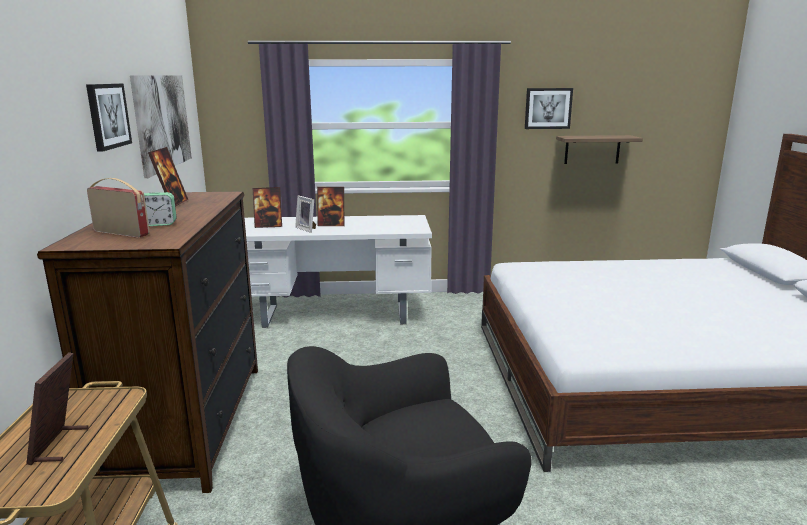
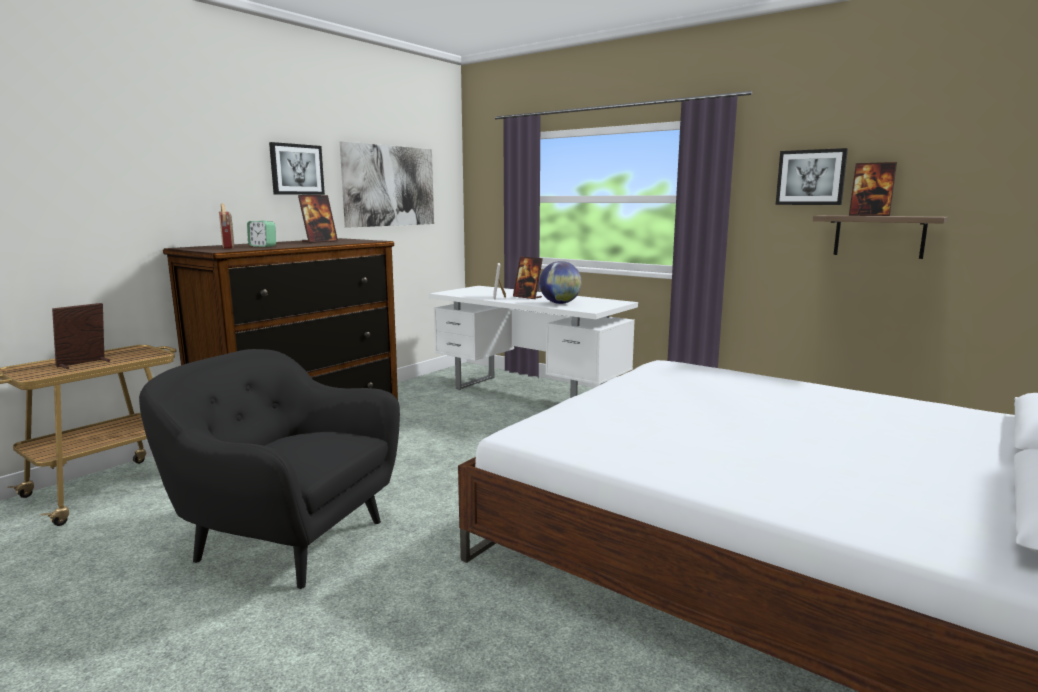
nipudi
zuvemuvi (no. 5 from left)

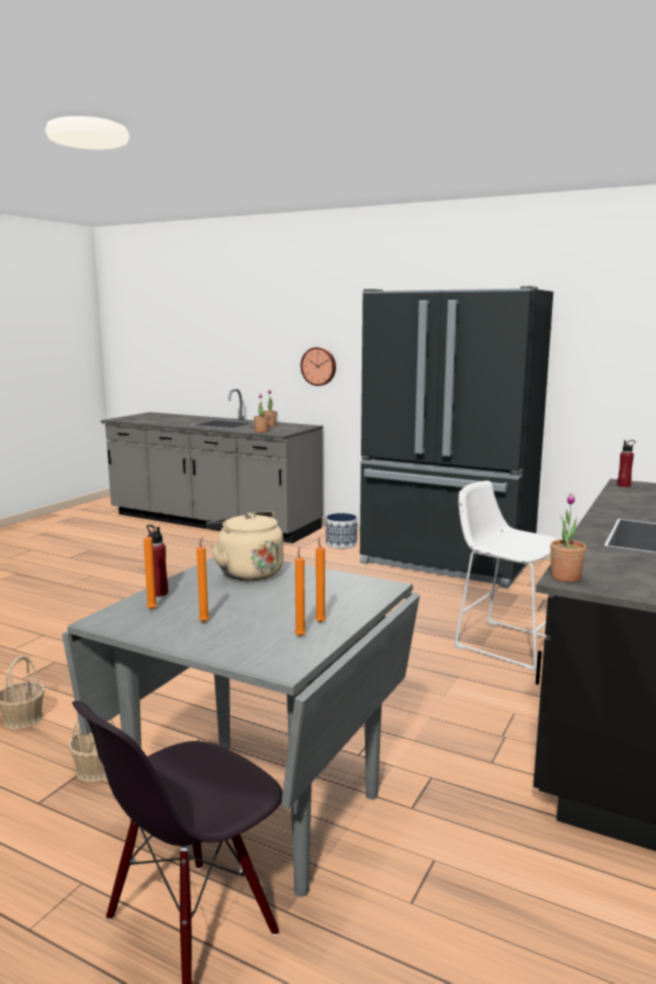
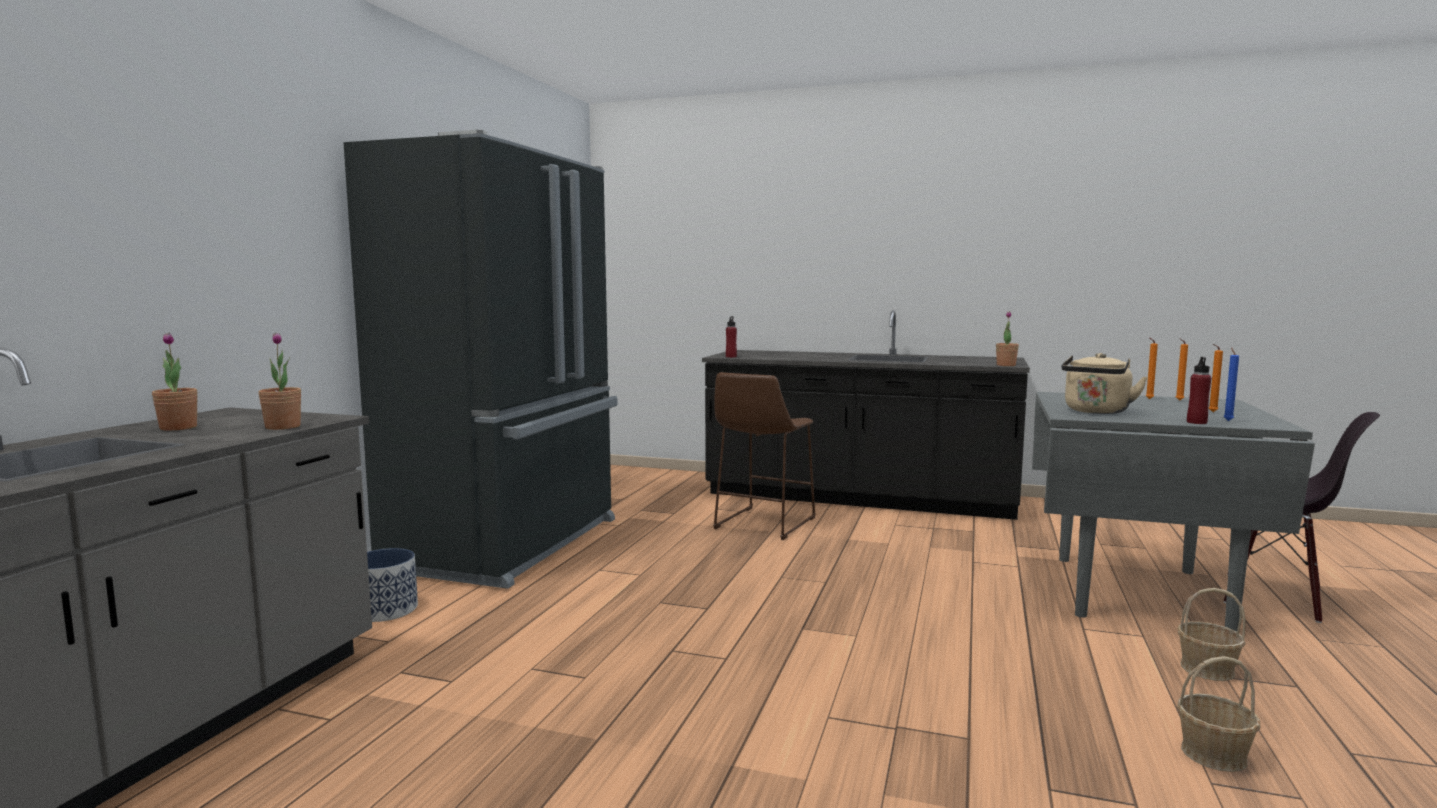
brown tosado
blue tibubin
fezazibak

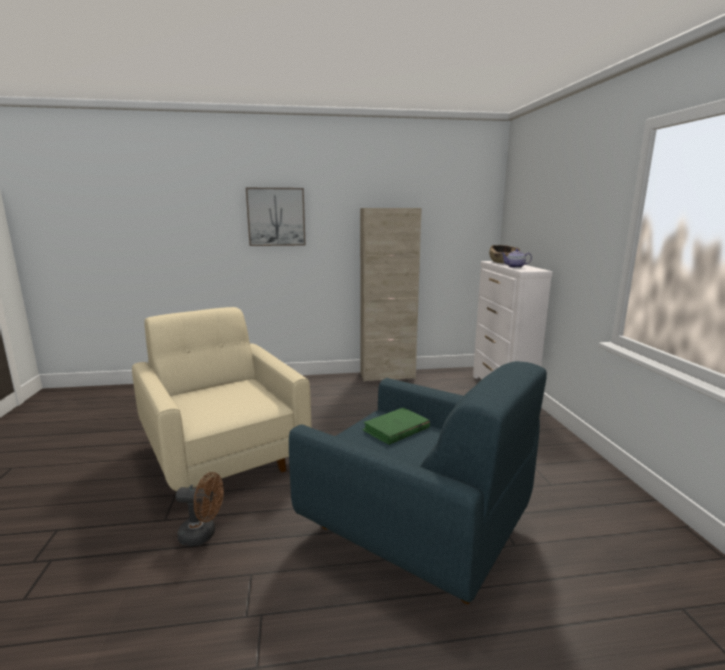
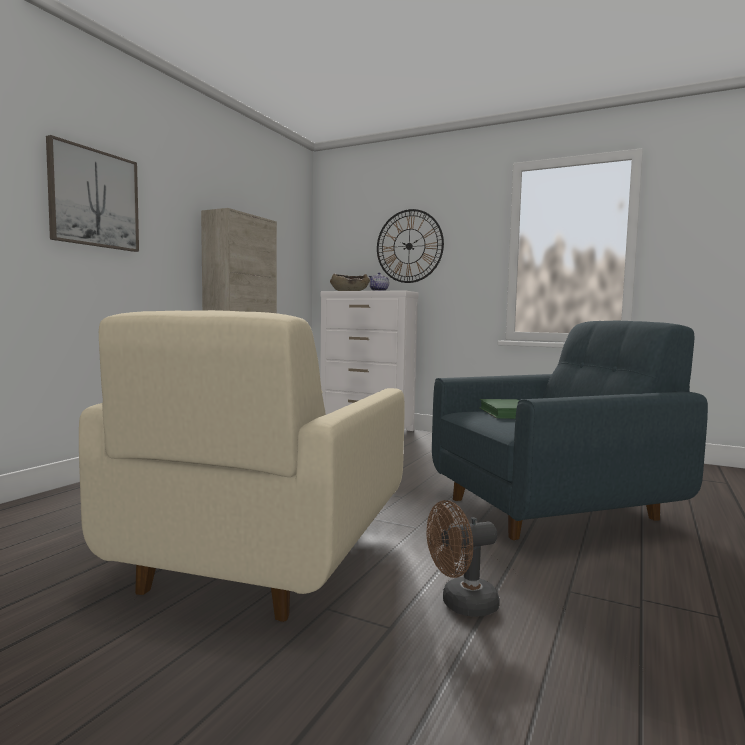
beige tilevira
fezazibak
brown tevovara

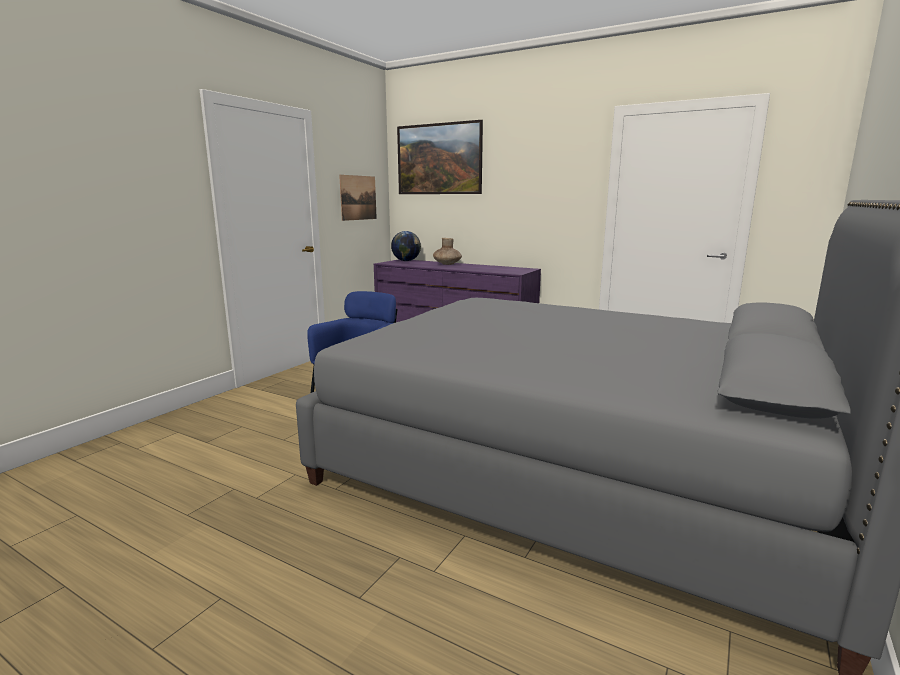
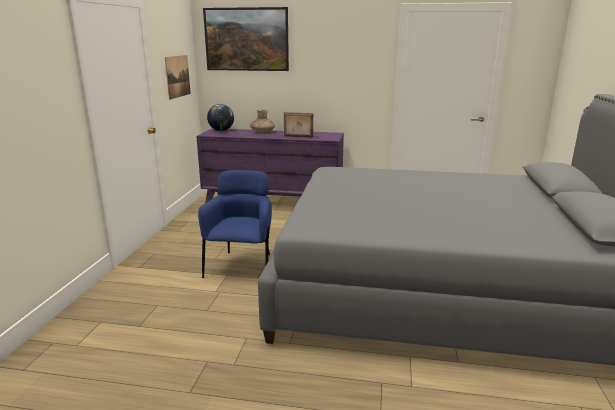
zuvemuvi

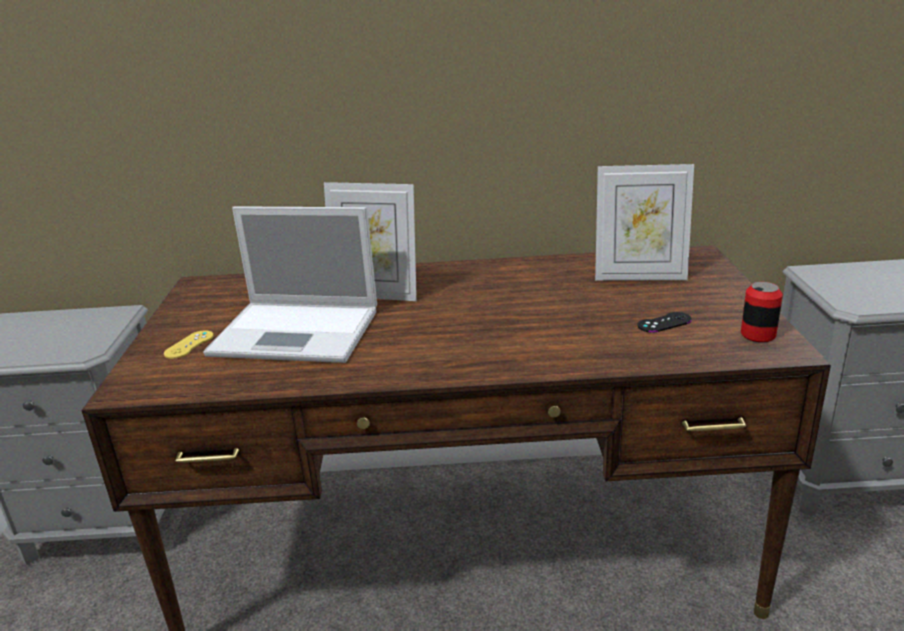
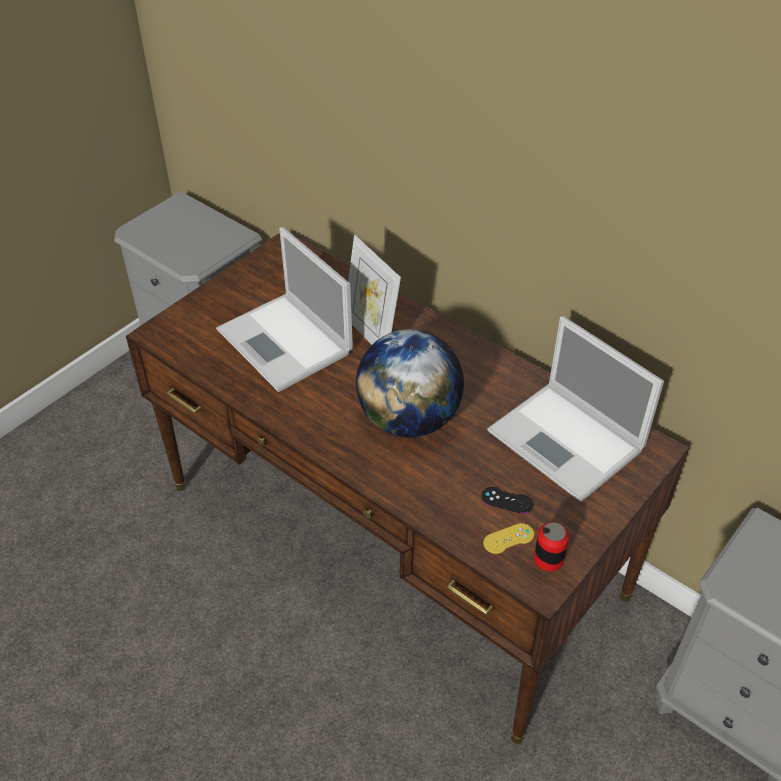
nipudi
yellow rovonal
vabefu (no. 2 from left)

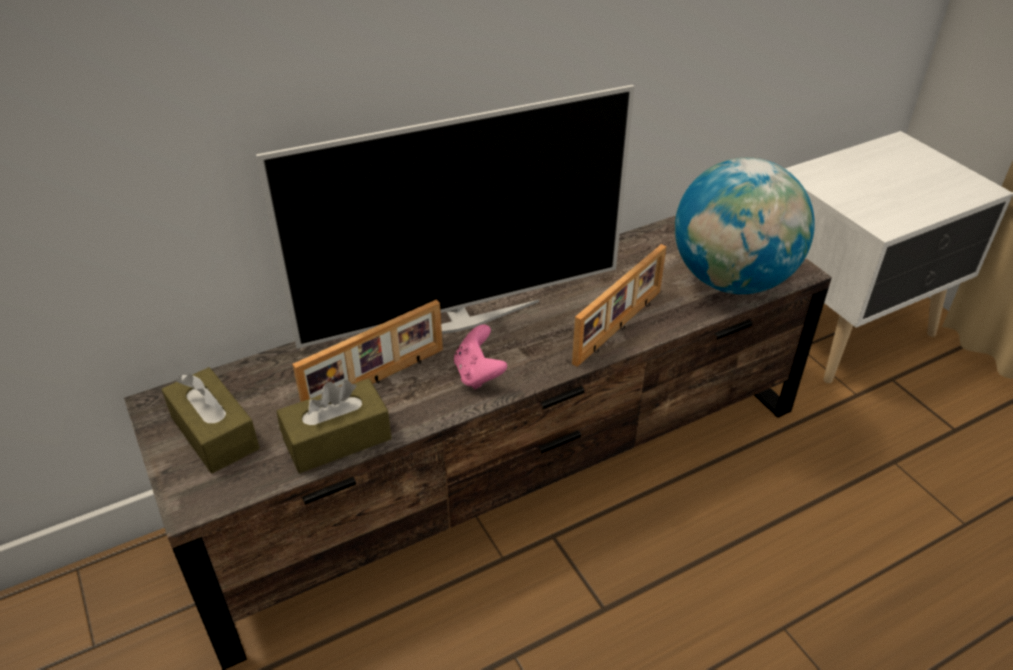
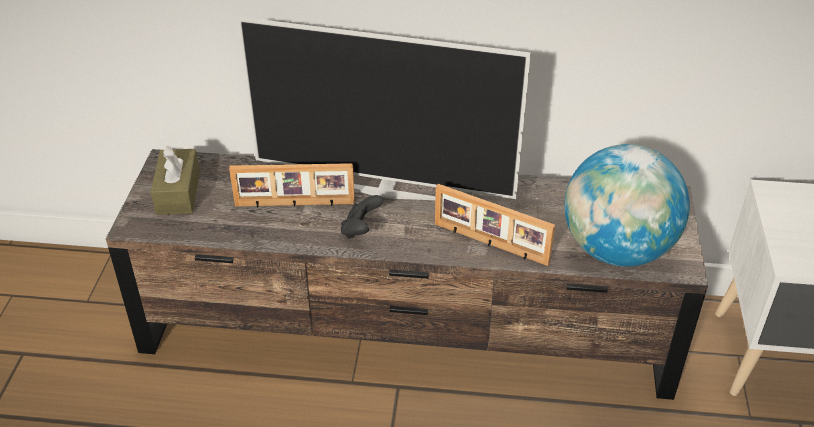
black rovonal
zuvemuvi (no. 2 from left)
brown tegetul (no. 2 from left in the first image)

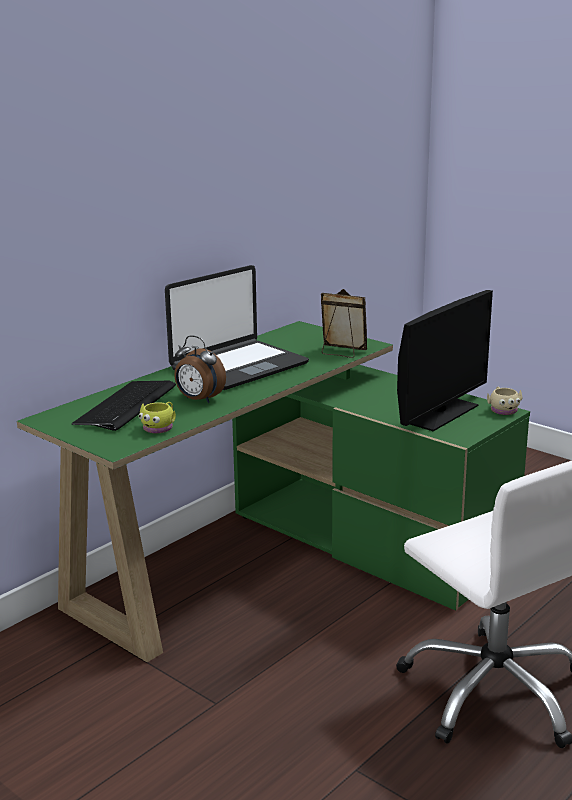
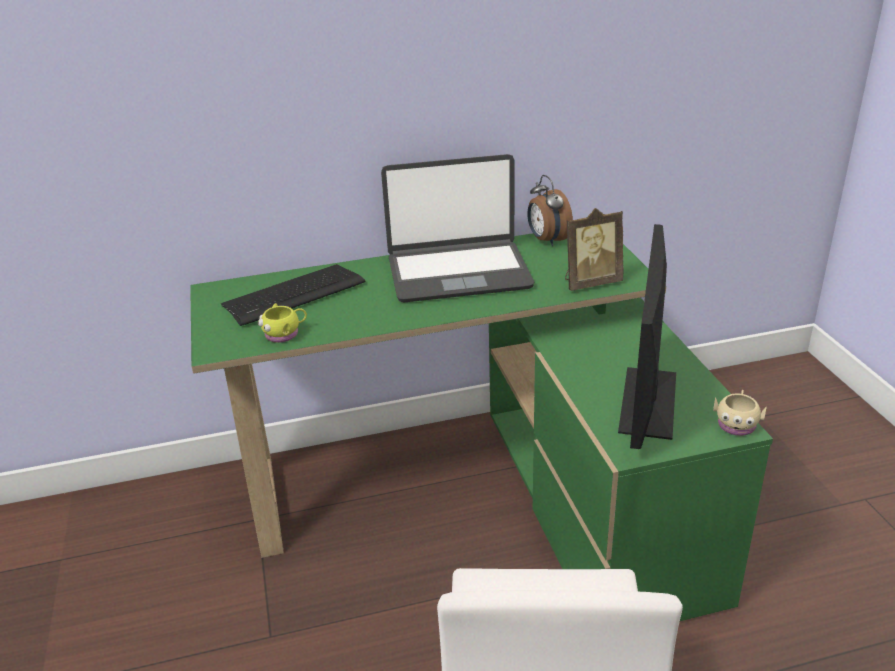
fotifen
zuvemuvi
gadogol

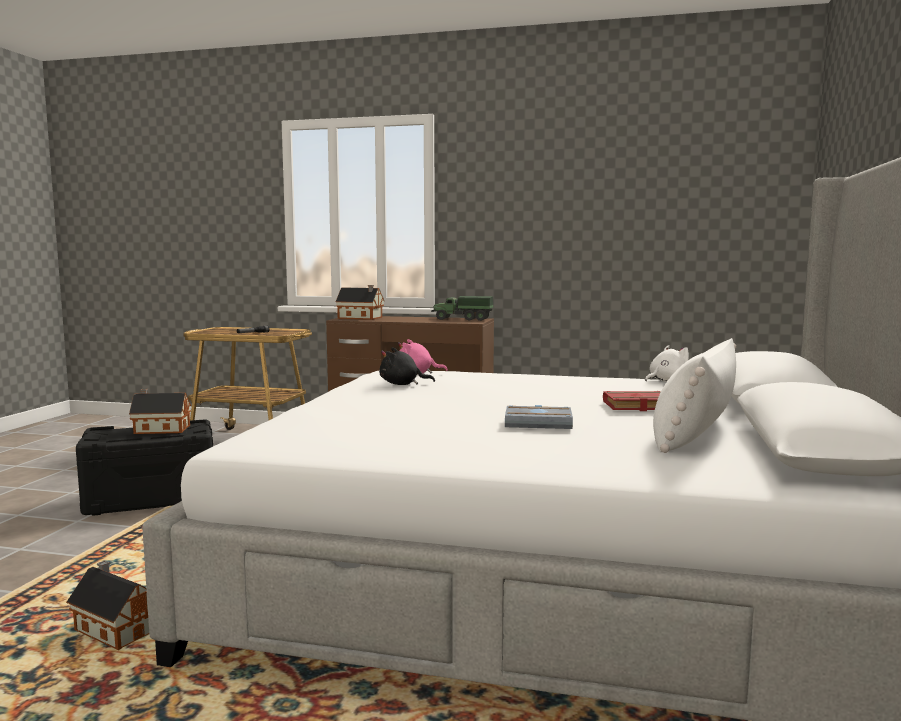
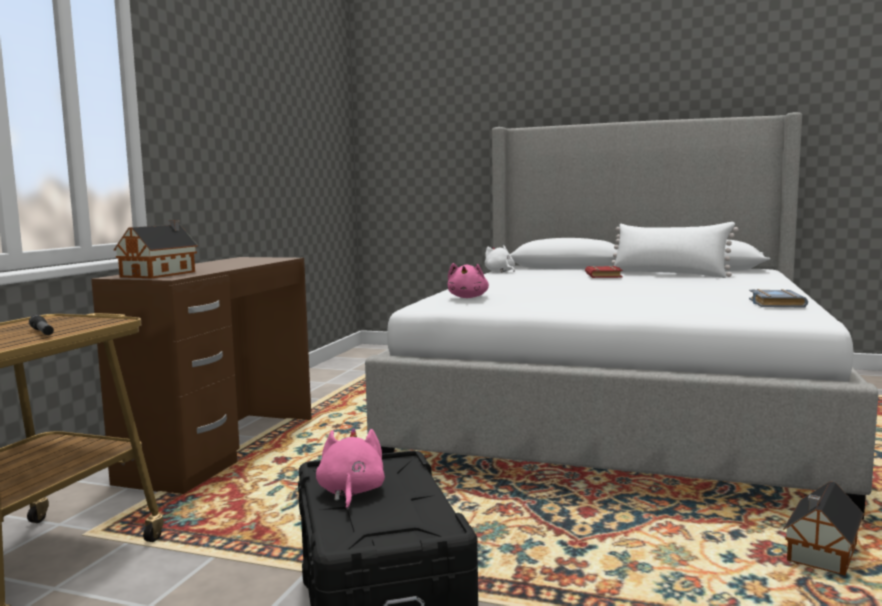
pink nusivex (no. 1 from left)
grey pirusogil
black nusivex
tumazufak

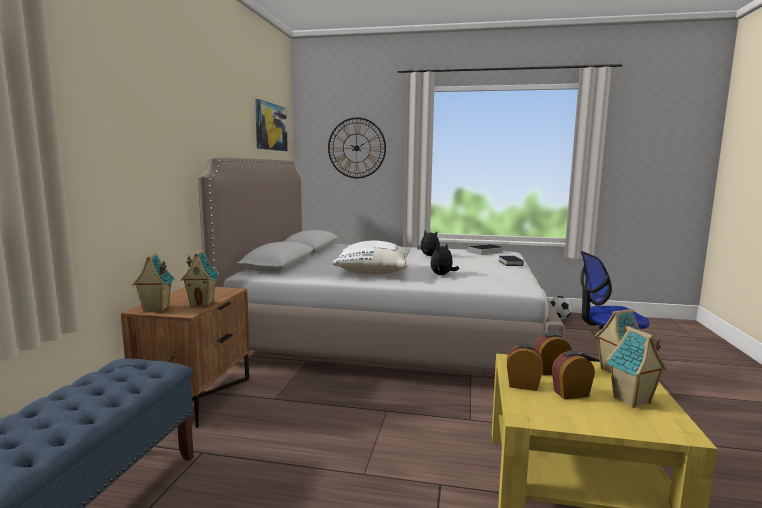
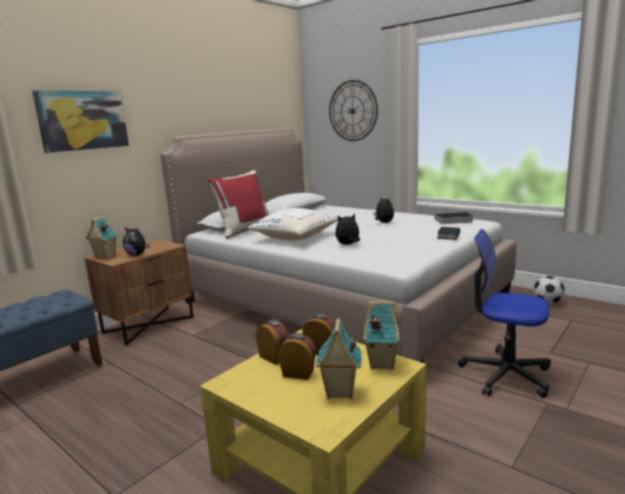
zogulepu
nusivex (no. 1 from left)
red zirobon

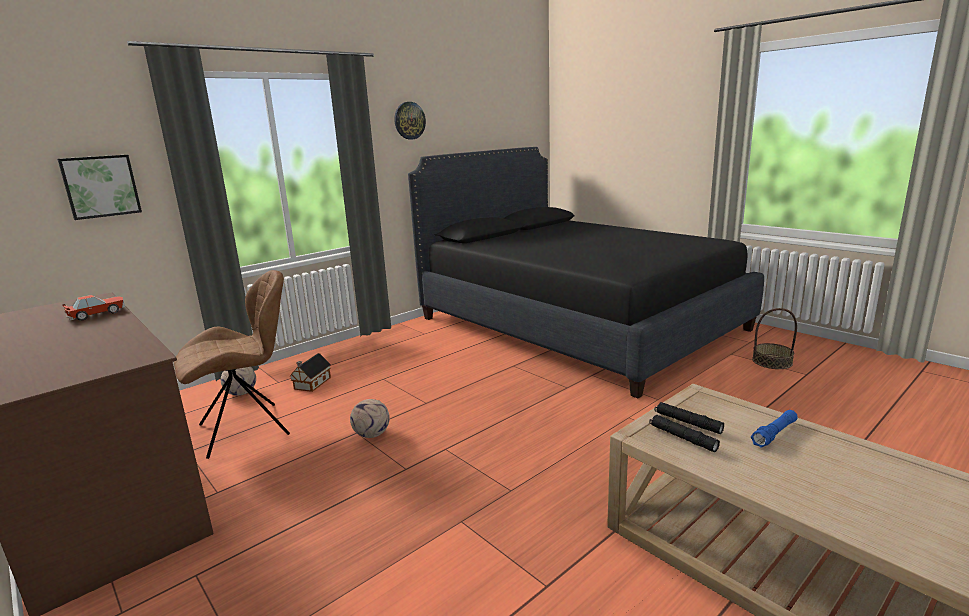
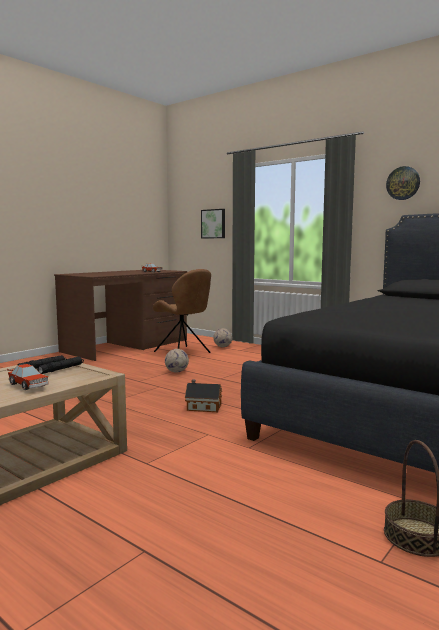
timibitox (no. 1 from left)
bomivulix

